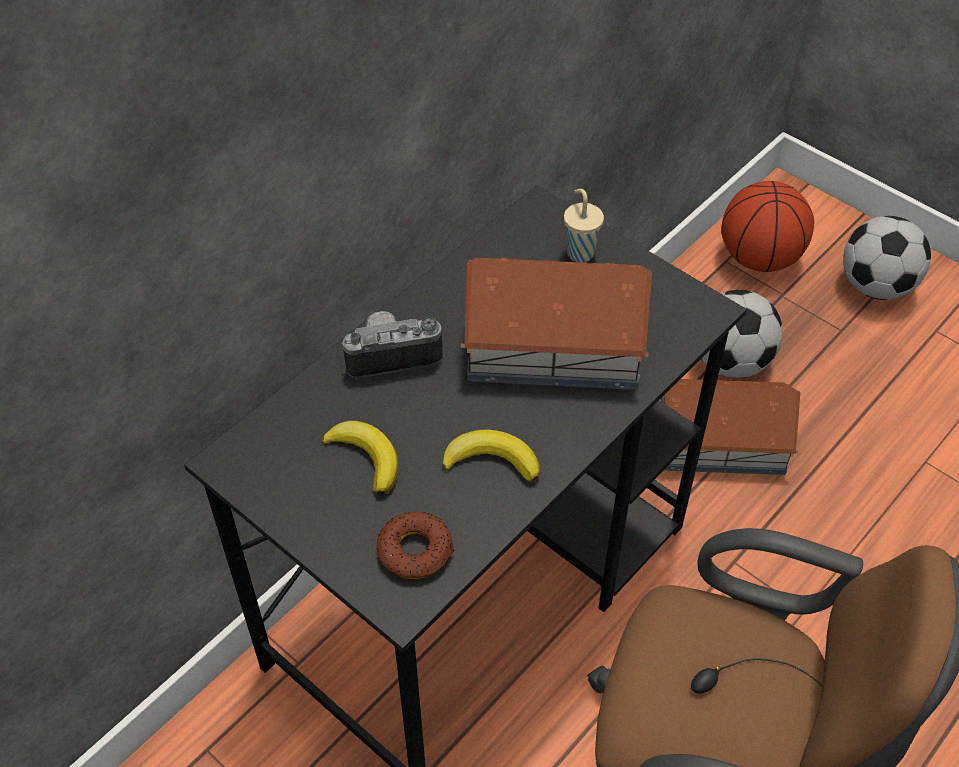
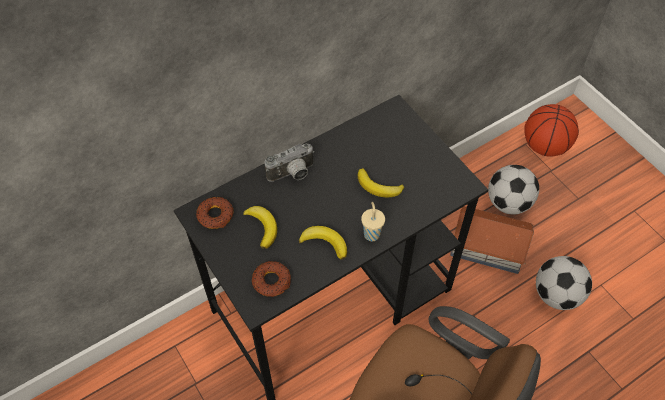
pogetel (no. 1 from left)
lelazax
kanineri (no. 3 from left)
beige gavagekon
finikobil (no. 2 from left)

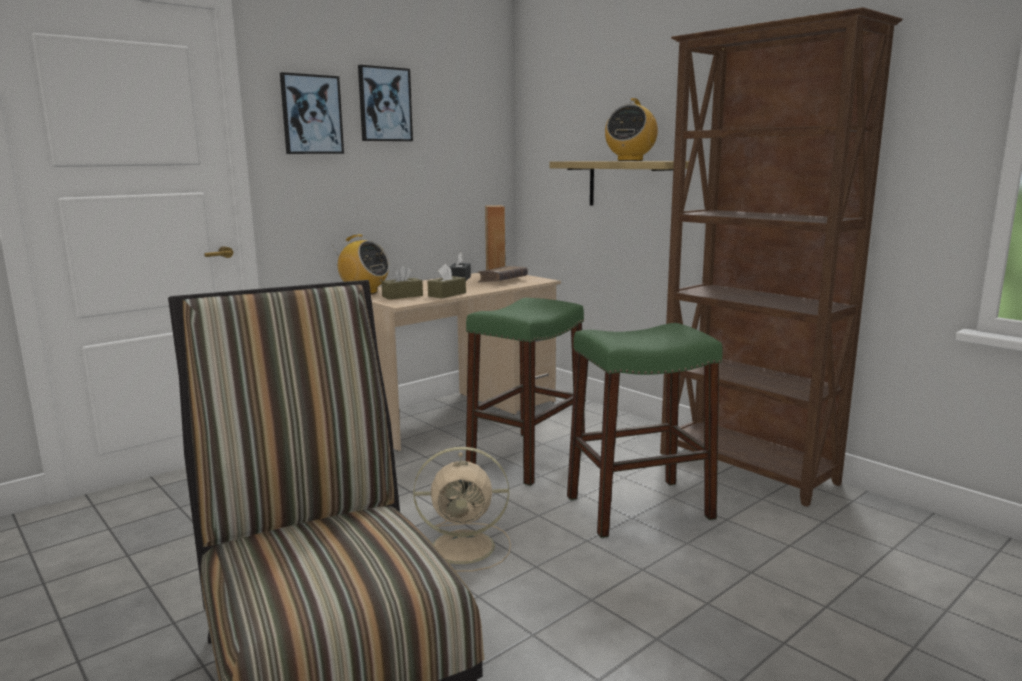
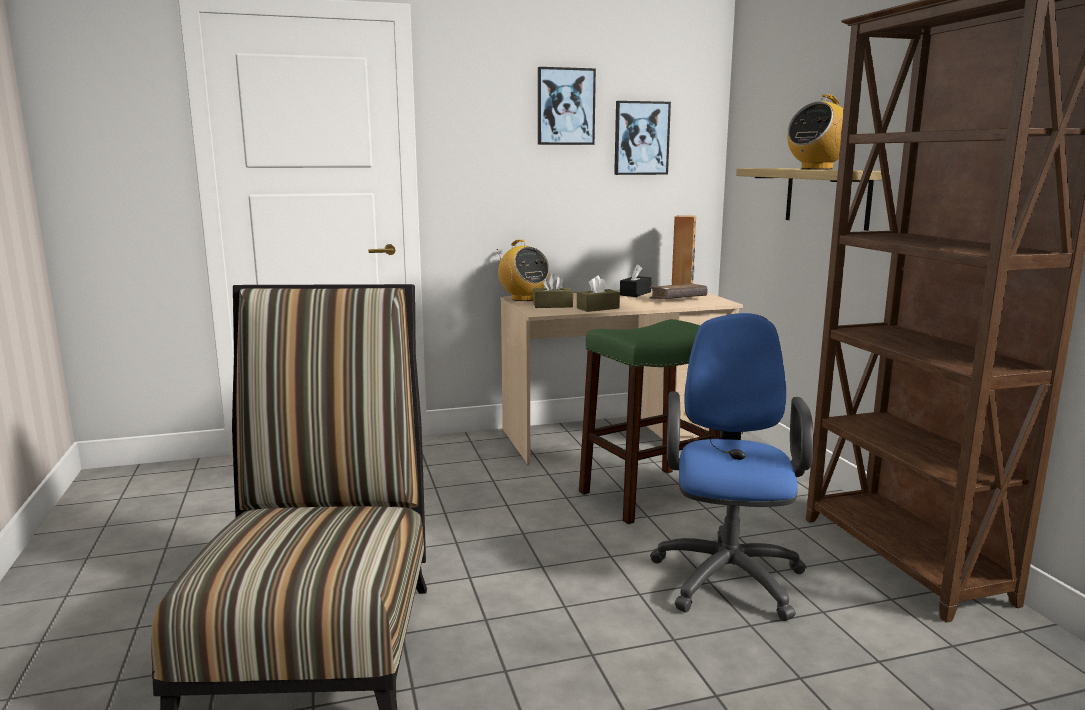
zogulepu (no. 2 from left)
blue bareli
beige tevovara

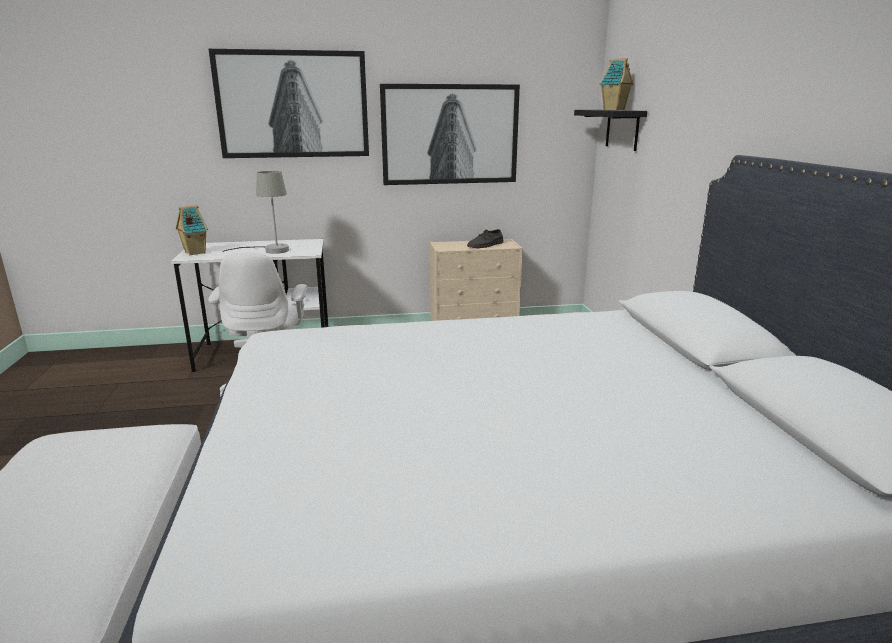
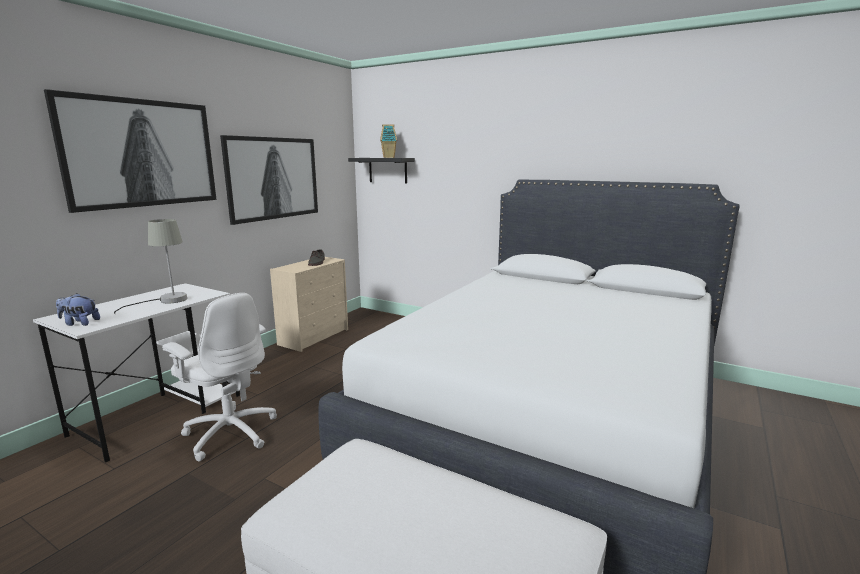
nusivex

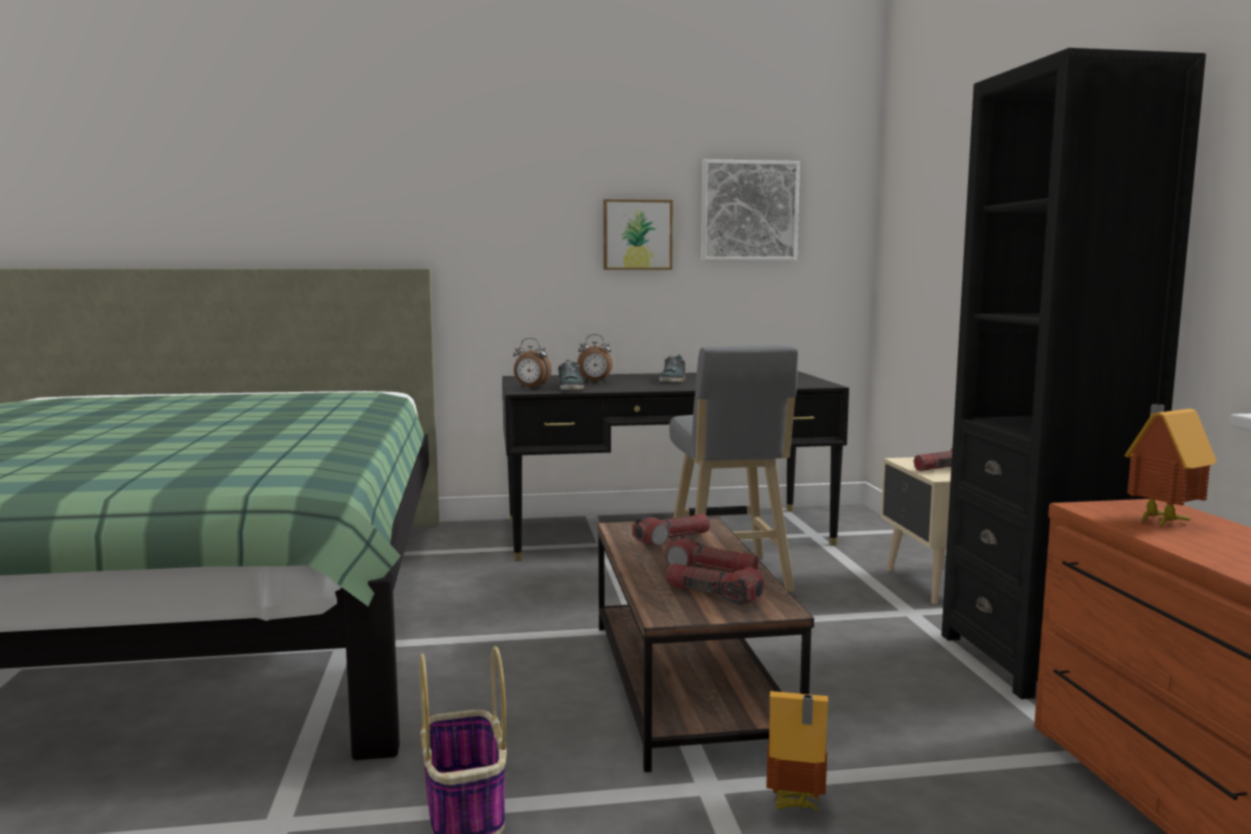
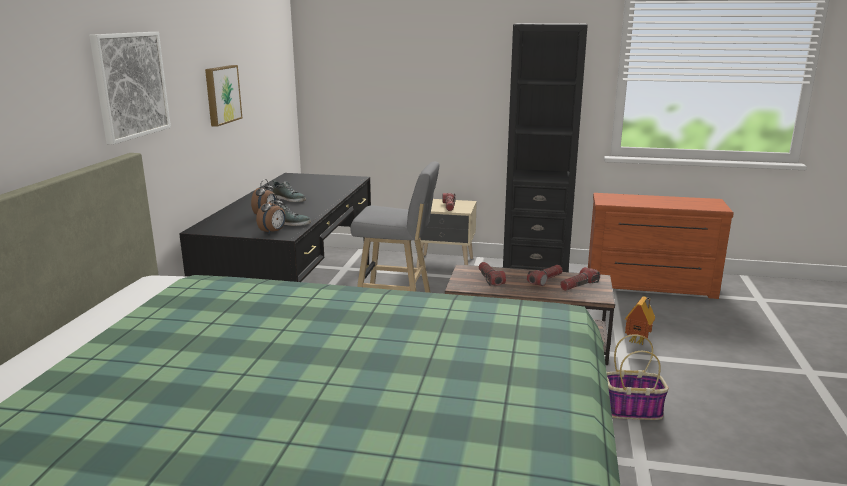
zogulepu (no. 1 from left)
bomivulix (no. 2 from left in the first image)

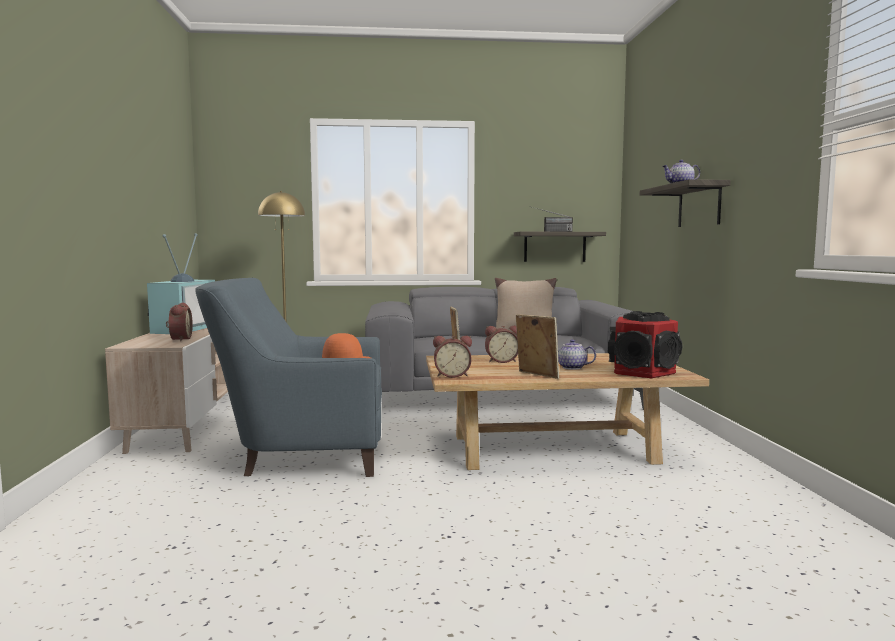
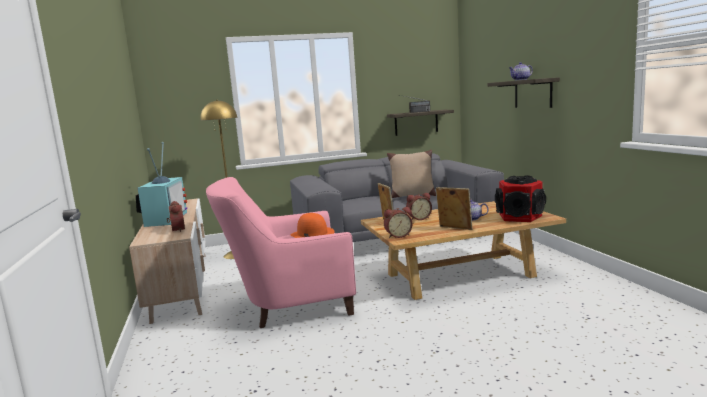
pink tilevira

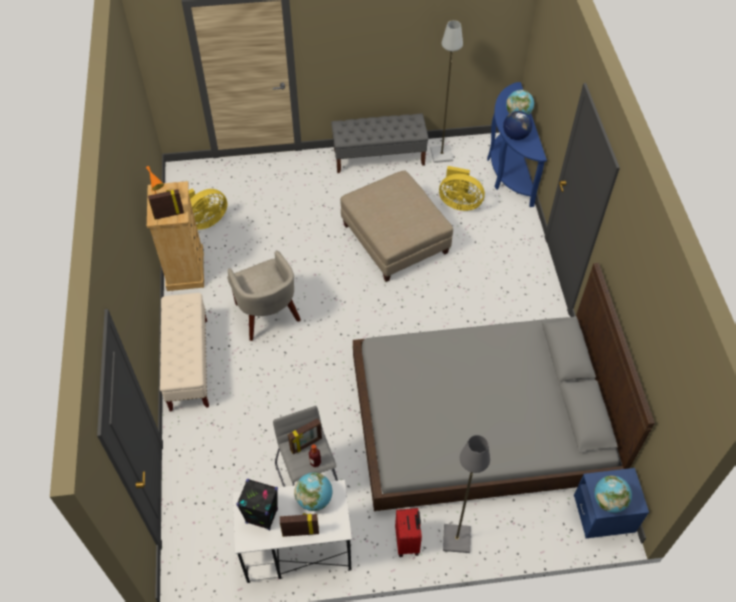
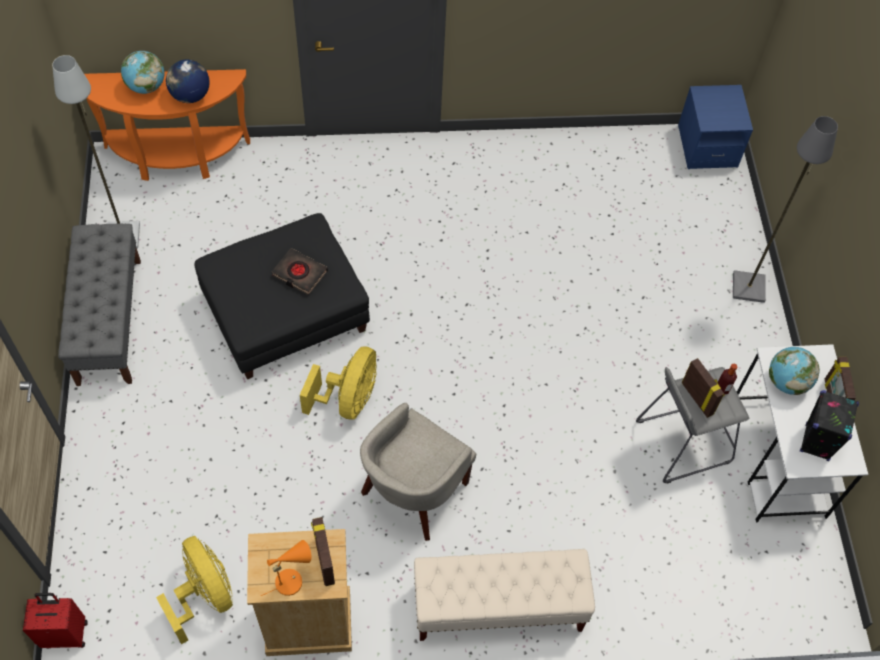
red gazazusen
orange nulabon
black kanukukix
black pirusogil
yellow tevovara (no. 2 from left)
beige tilevira
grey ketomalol
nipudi (no. 4 from left in the first image)

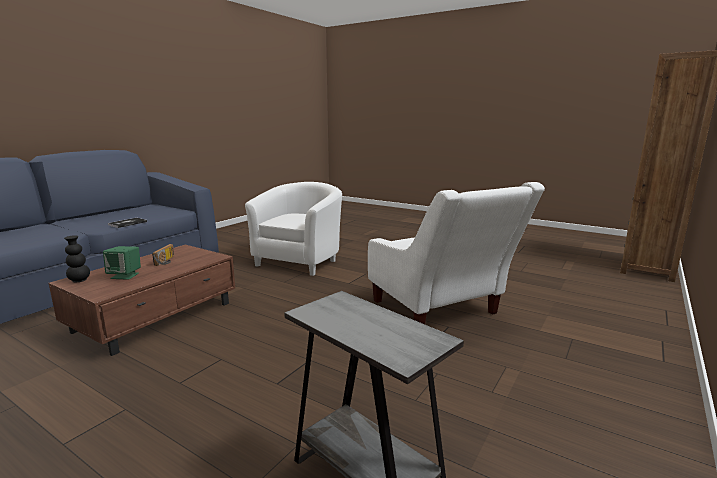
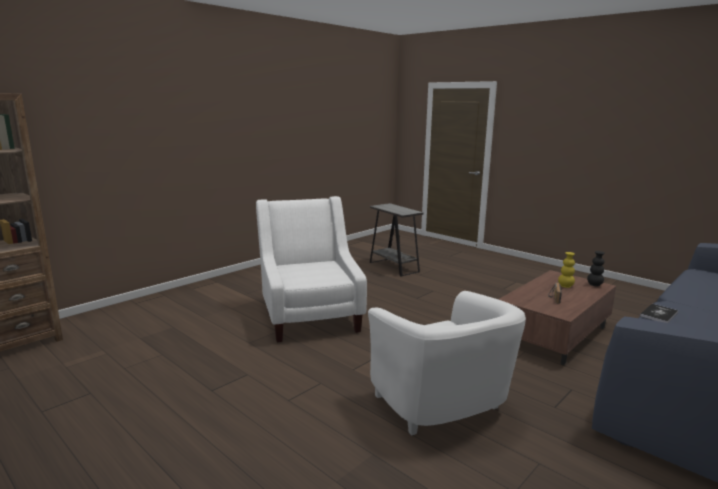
white tilevira (no. 2 from left)
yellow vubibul

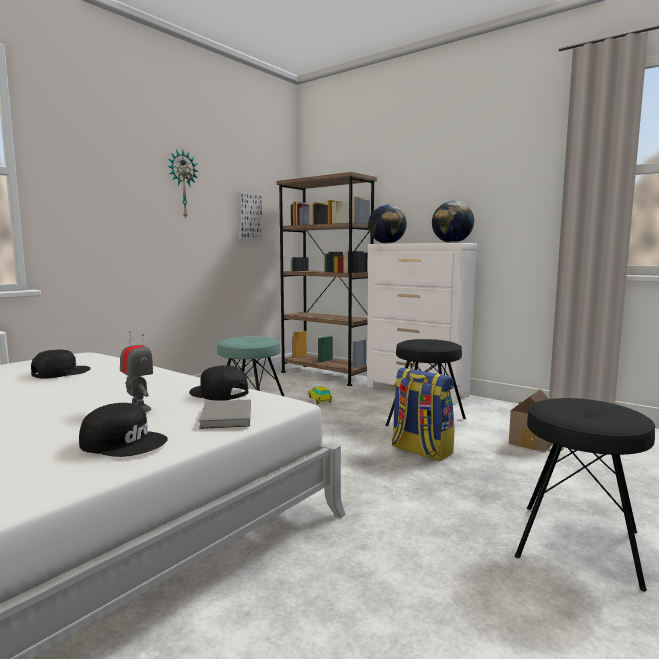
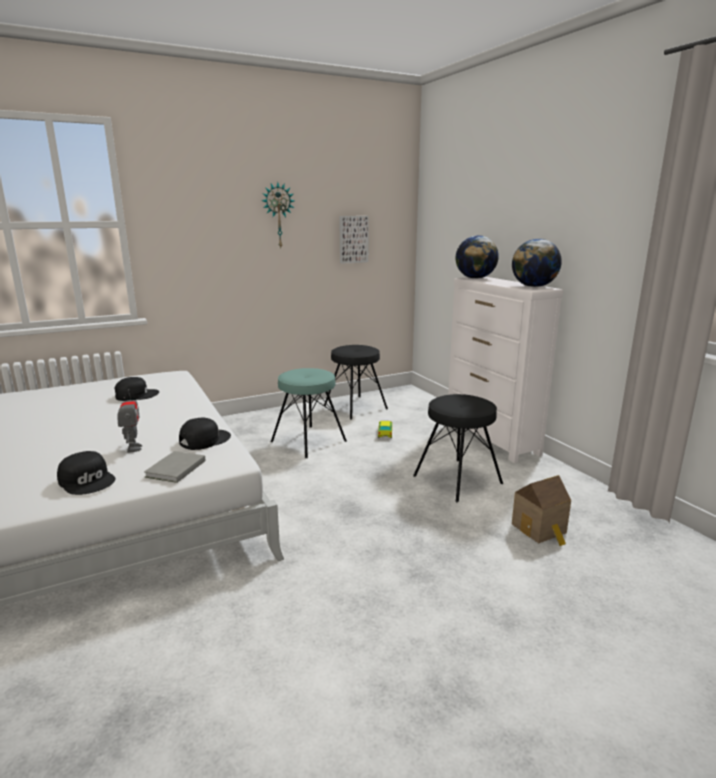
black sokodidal (no. 3 from left)
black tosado (no. 1 from left)
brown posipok
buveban

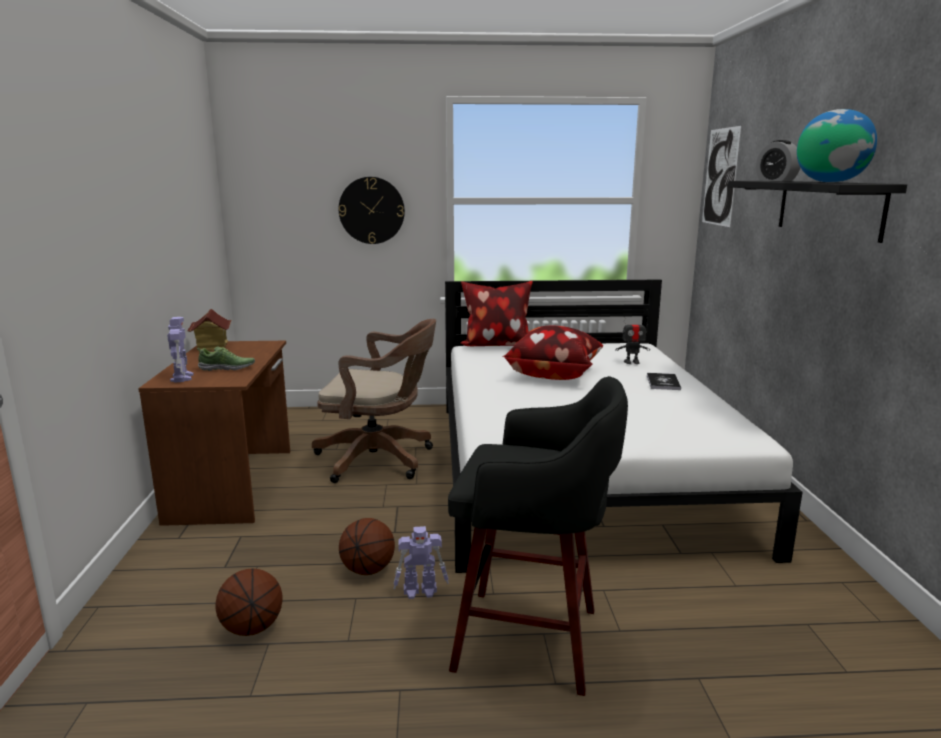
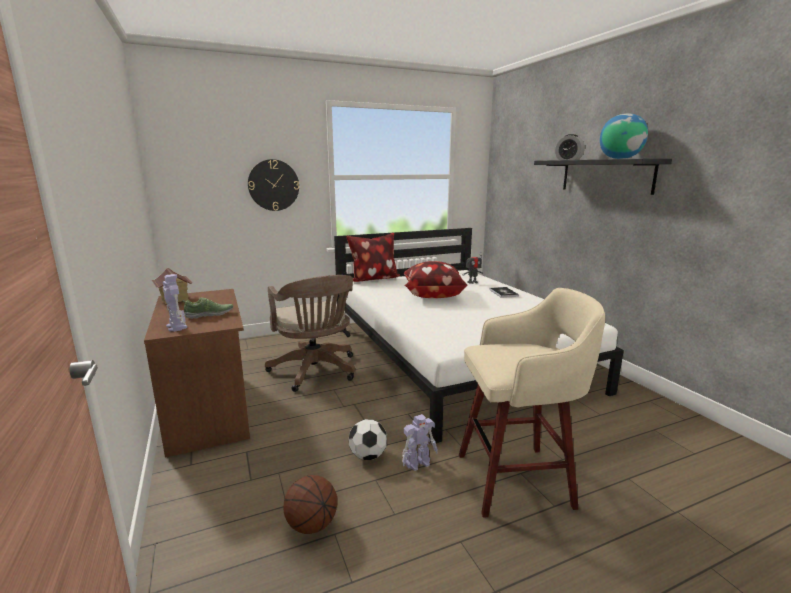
brown bareli
finikobil
beige tosado
zogulepu

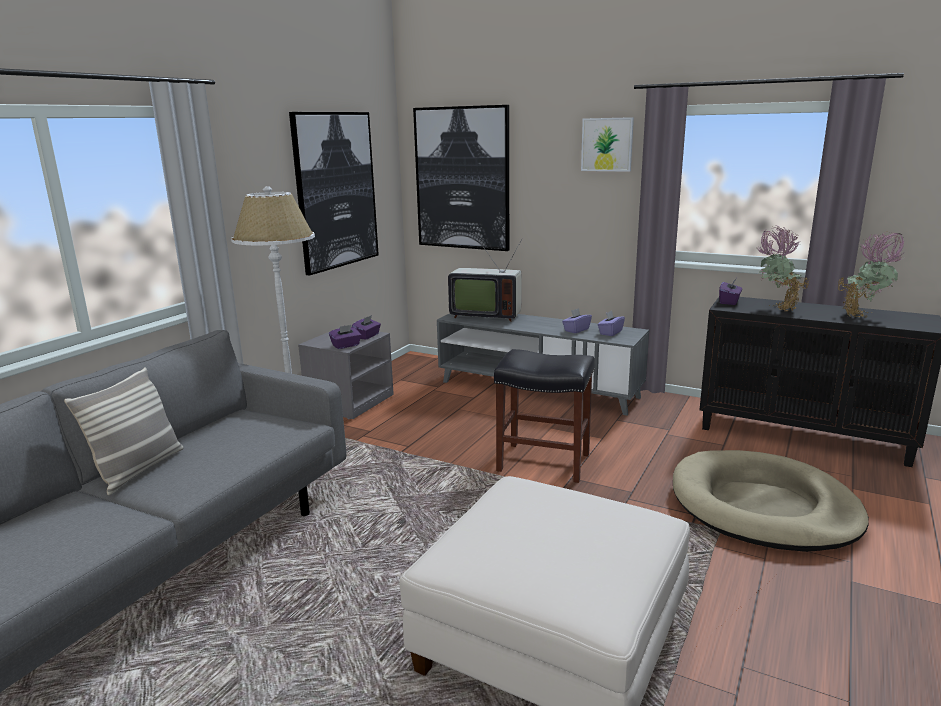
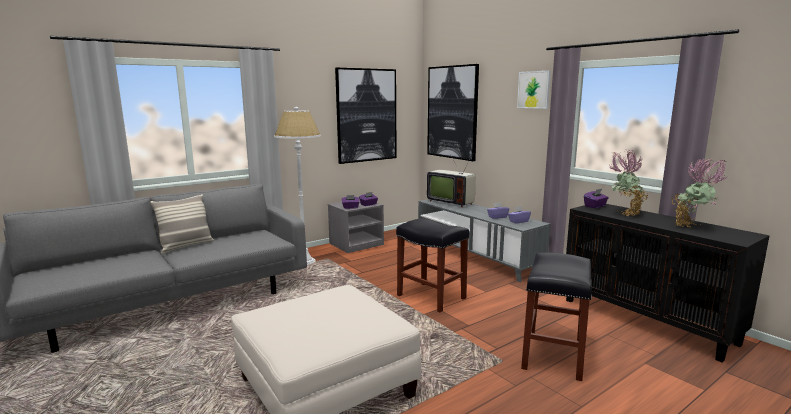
black tosado (no. 2 from left)

